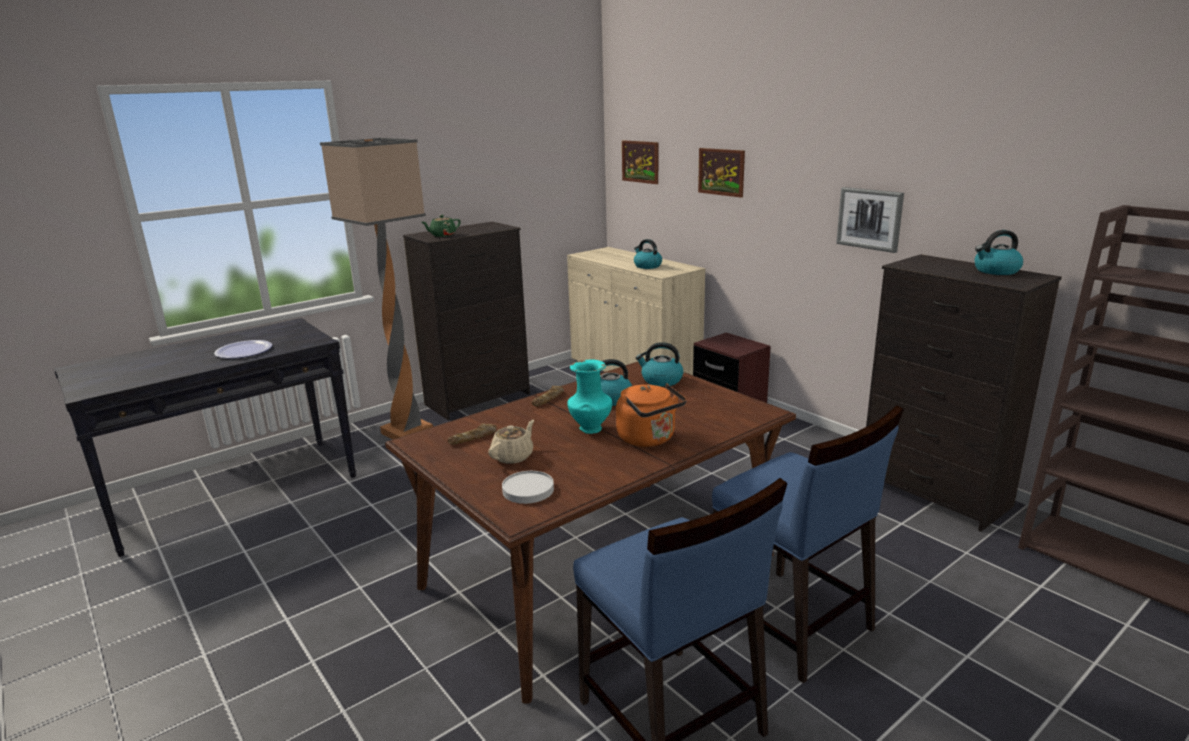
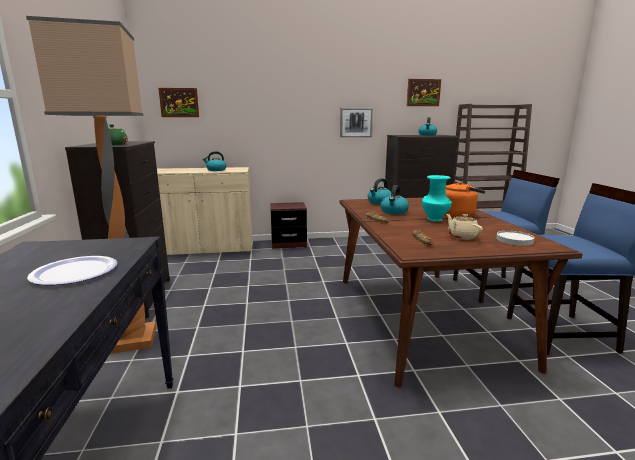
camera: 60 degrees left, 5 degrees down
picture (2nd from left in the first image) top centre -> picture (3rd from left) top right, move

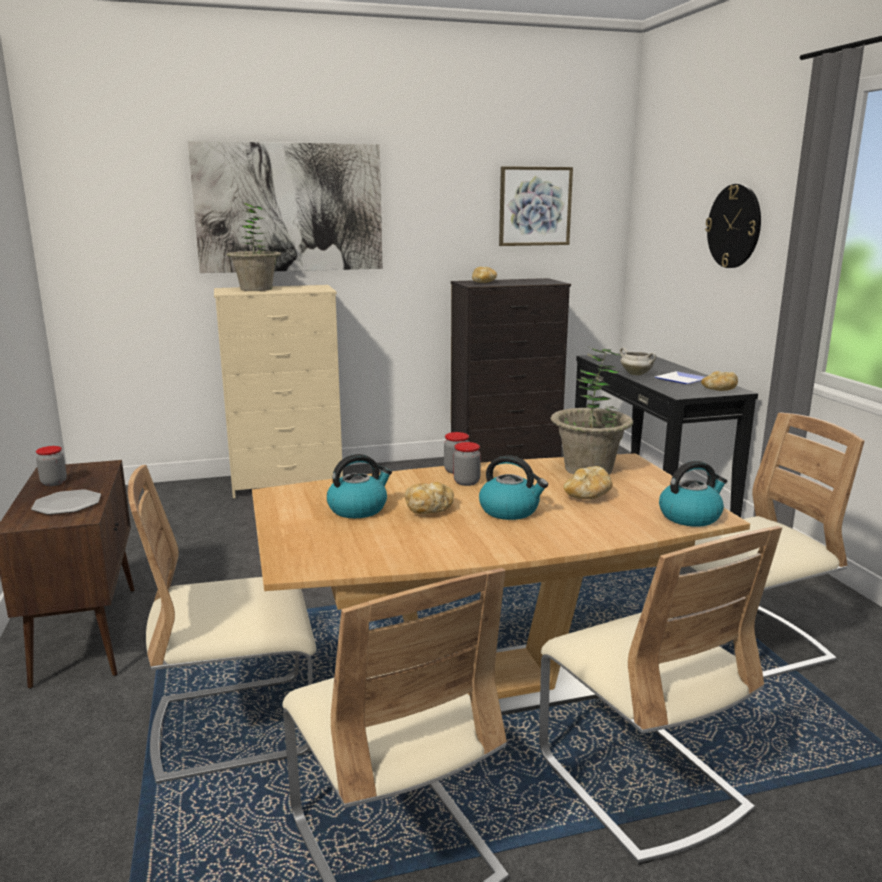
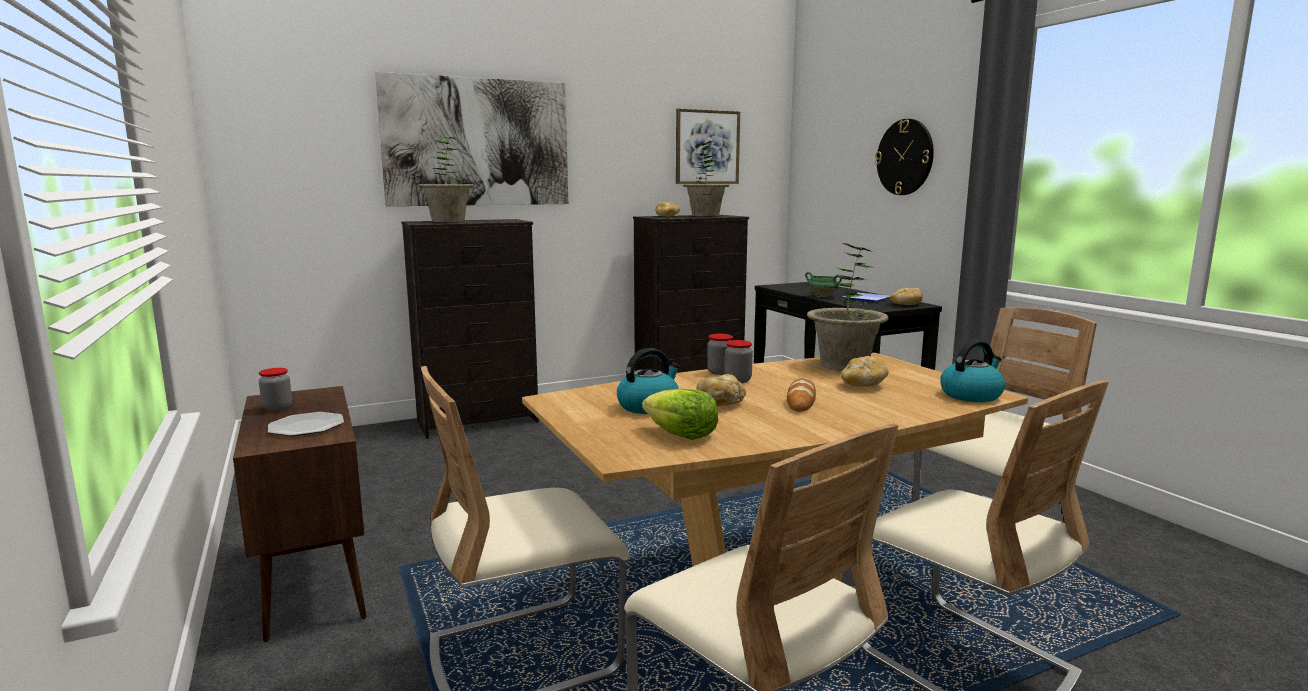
camera: 10 degrees left, 5 degrees down
beige dresser middle left -> black dresser (1st from left) centre
kettle (2nd from left) centre -> bread (3rd from left) centre
white cooking pot middle right -> green cooking pot centre
none -> lettuce centre
none -> potted plant (2nd from left) top centre

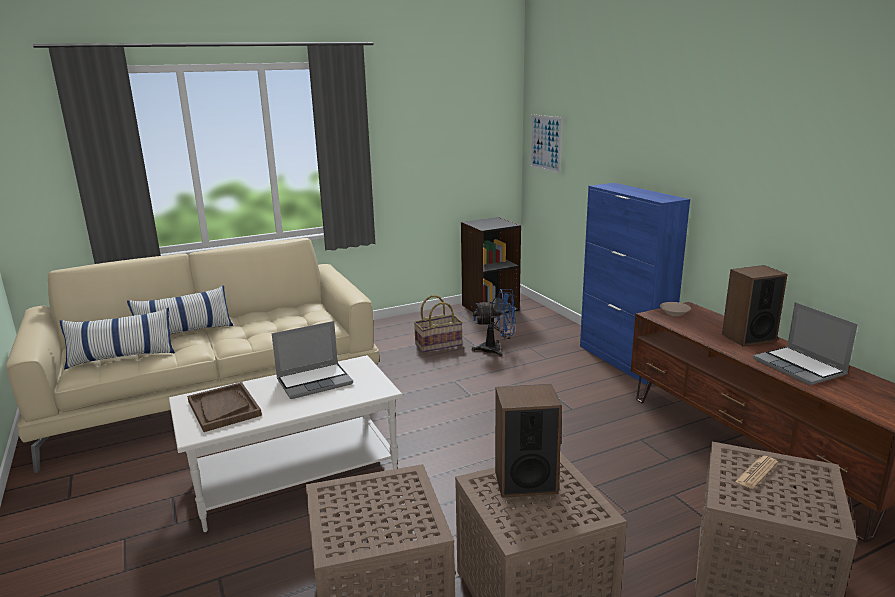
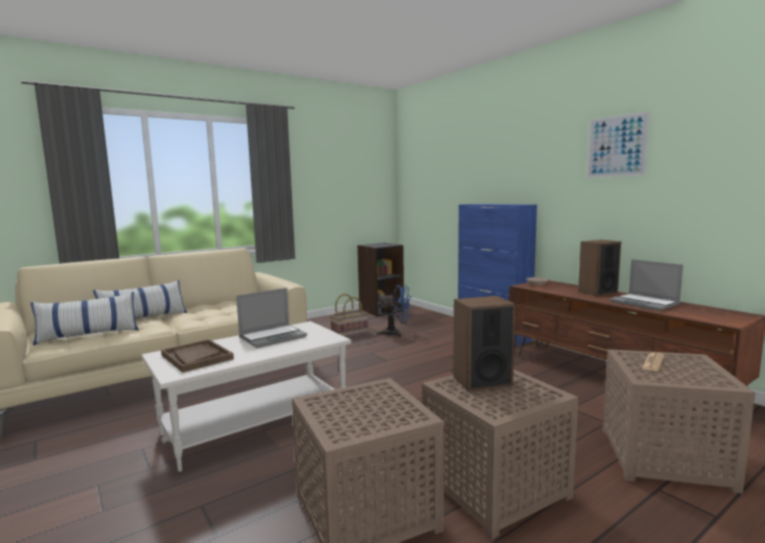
camera: 10 degrees left, 10 degrees down
picture top centre -> picture top right, move

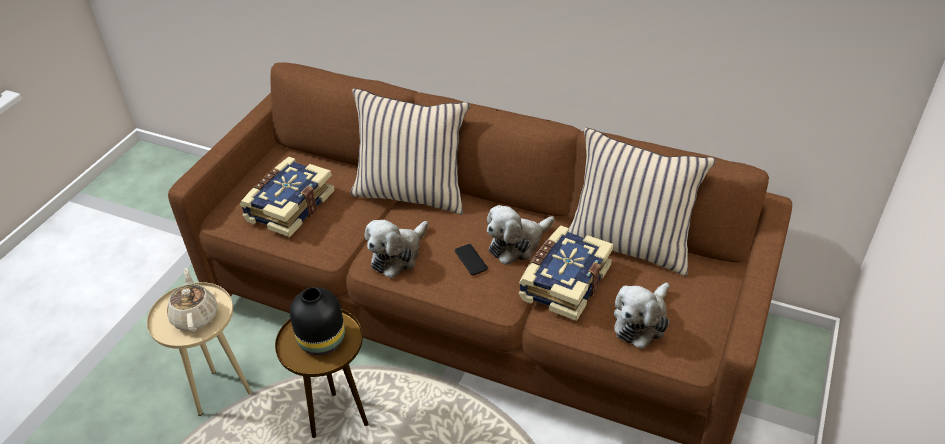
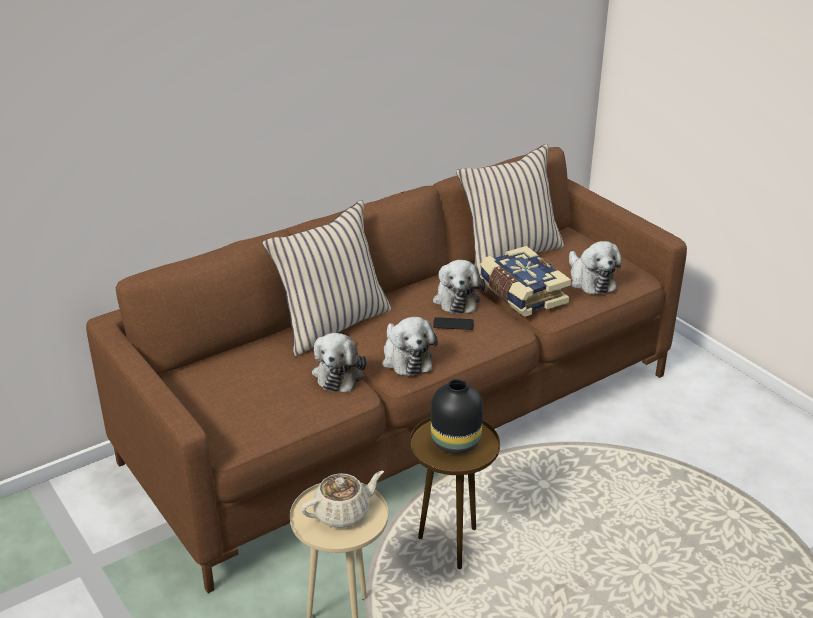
camera: 60 degrees left, 10 degrees down
beige teapot bottom left -> beige teapot bottom centre, 135 degrees clockwise
book (1st from left) middle left -> none
none -> plush toy (1st from left) centre

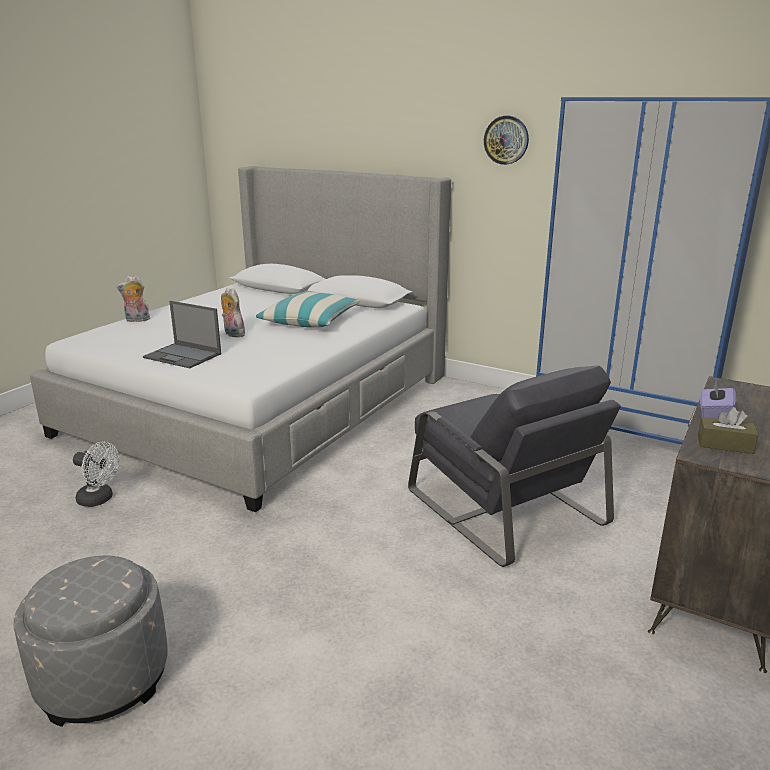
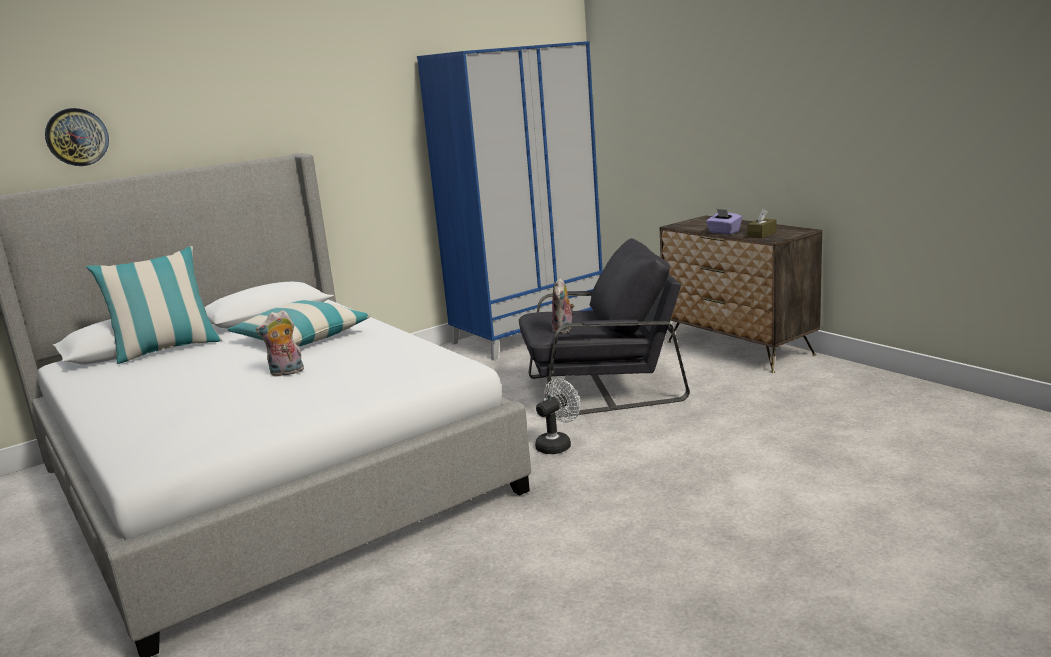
camera: 65 degrees left, 5 degrees down
grey ottoman bottom left -> none
white fan middle left -> white fan centre, move
plush toy (1st from left in the first image) middle left -> plush toy (2nd from left) centre, move
laptop middle left -> none
wall clock top centre -> wall clock top left, move
none -> pillow (1st from left) middle left

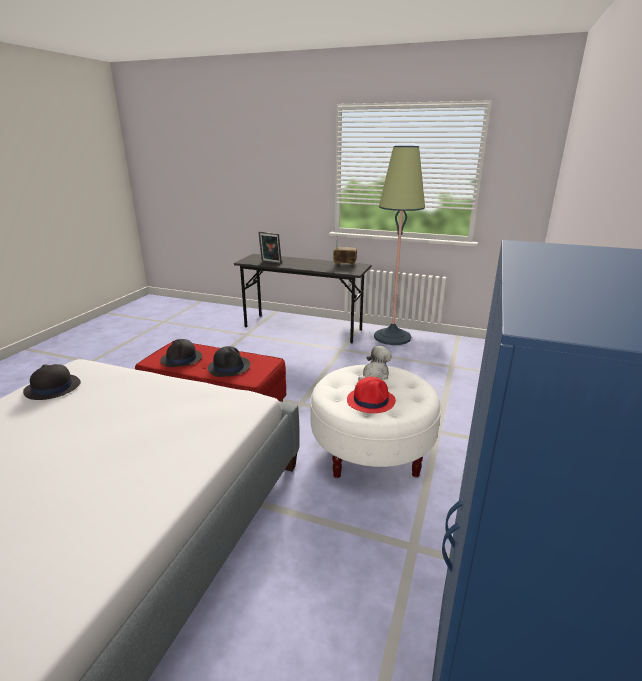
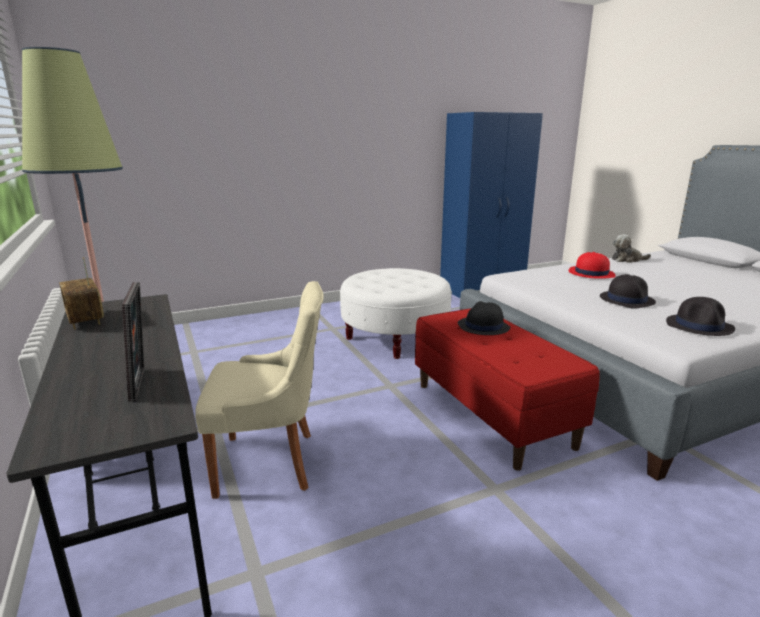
camera: 135 degrees left, 5 degrees down
black hat (2nd from left) middle left -> black hat (2nd from left) middle right, move
red hat centre -> red hat middle right, move
plush toy centre -> plush toy middle right, move
none -> beige chair centre

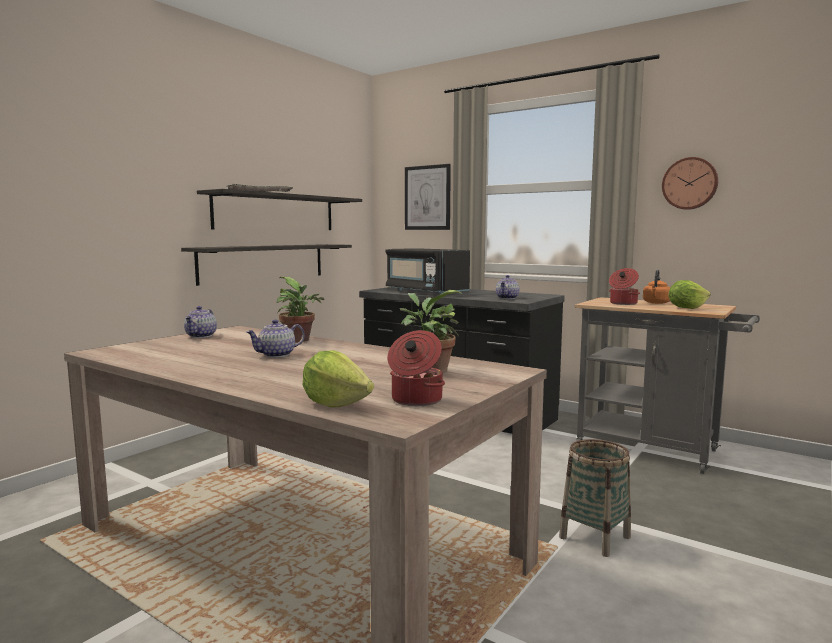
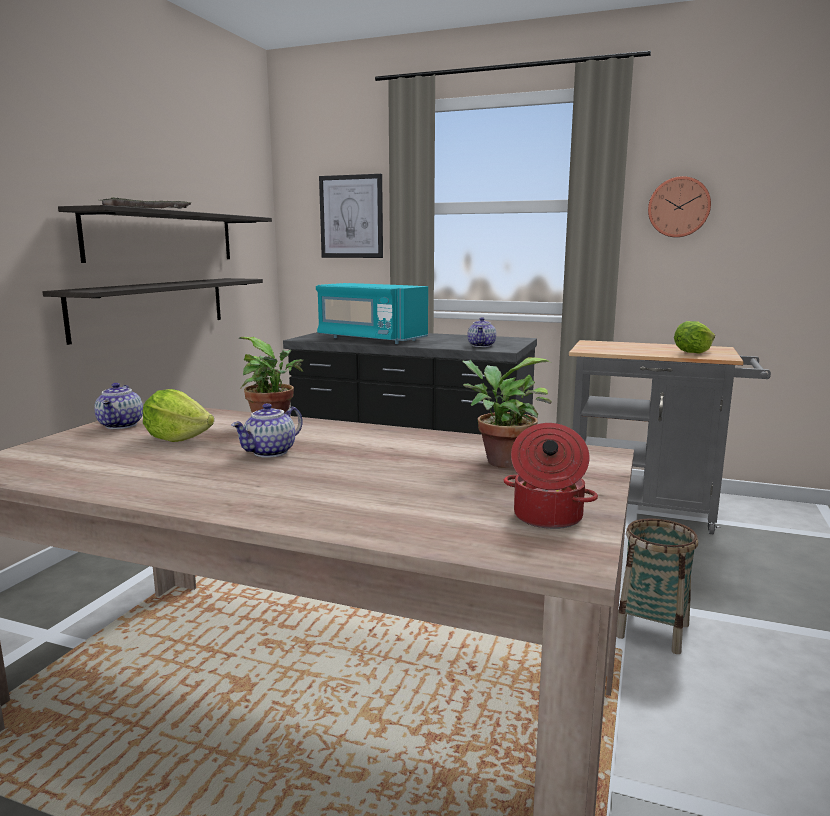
camera: 15 degrees left, 5 degrees up
lettuce (1st from left) centre -> lettuce (1st from left) middle left, move
black microwave centre -> turquoise microwave centre
cooking pot (2nd from left) middle right -> none
orange kettle middle right -> none

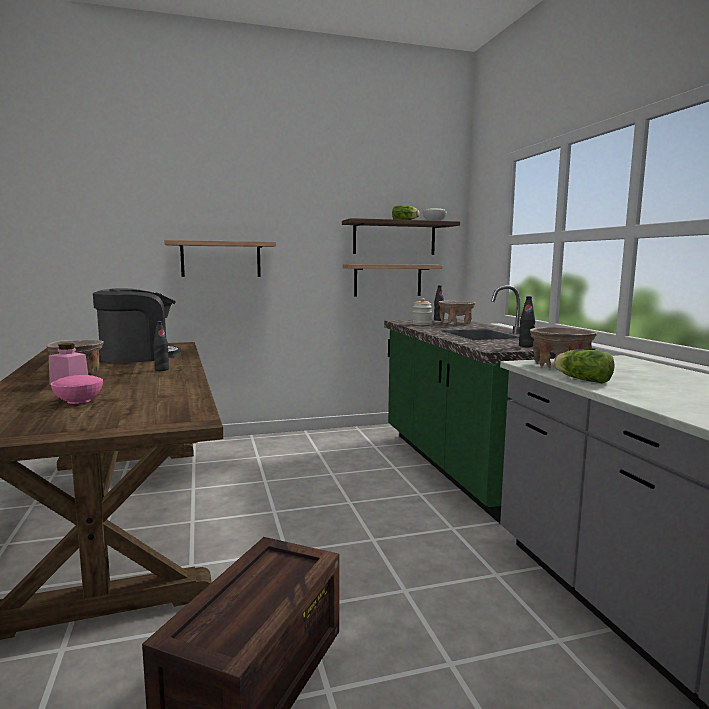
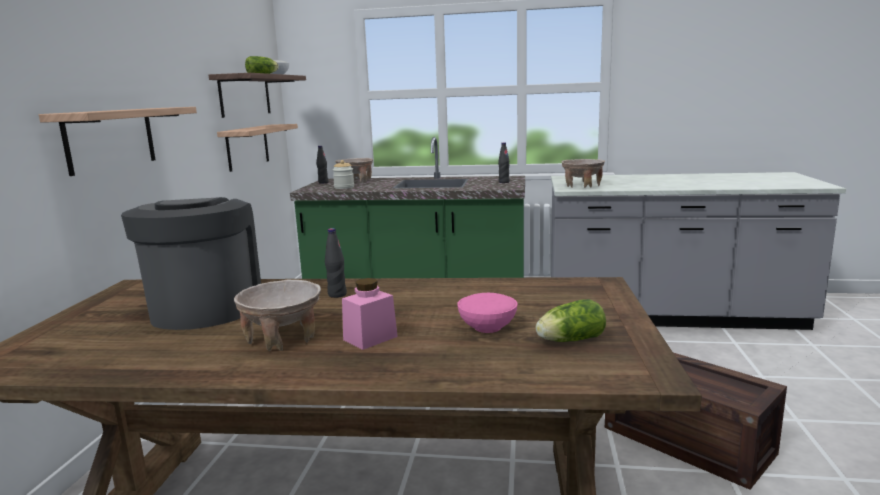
camera: 65 degrees left, 5 degrees up
lettuce (2nd from left) middle right -> lettuce (2nd from left) centre, move

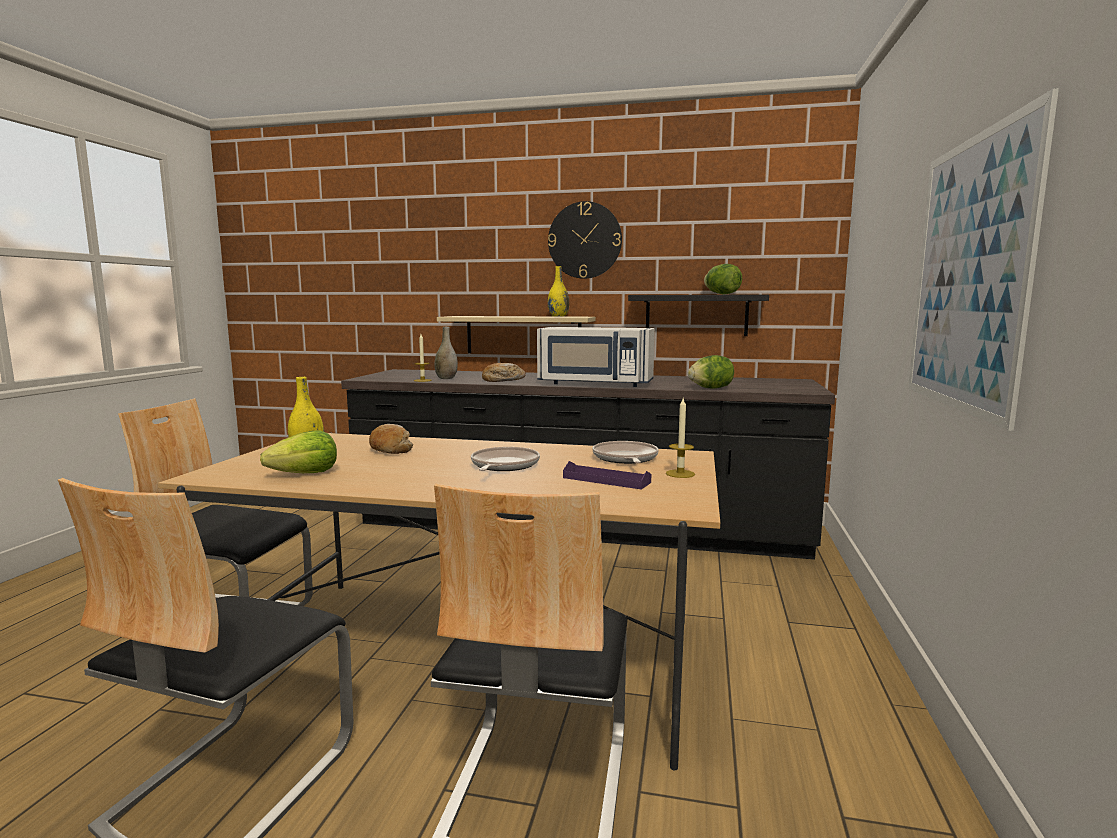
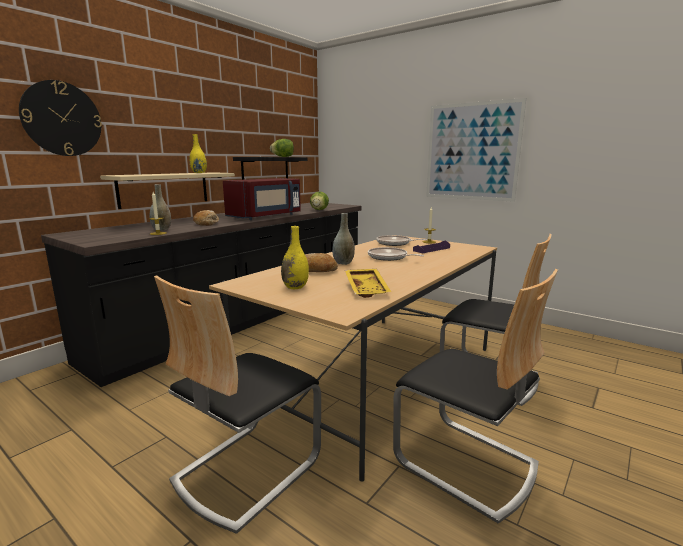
camera: 65 degrees left, 5 degrees up
lettuce (1st from left) middle left -> yellow tray centre
white microwave centre -> red microwave centre
wall clock top centre -> wall clock top left, move
none -> grey vase (2nd from left) centre

